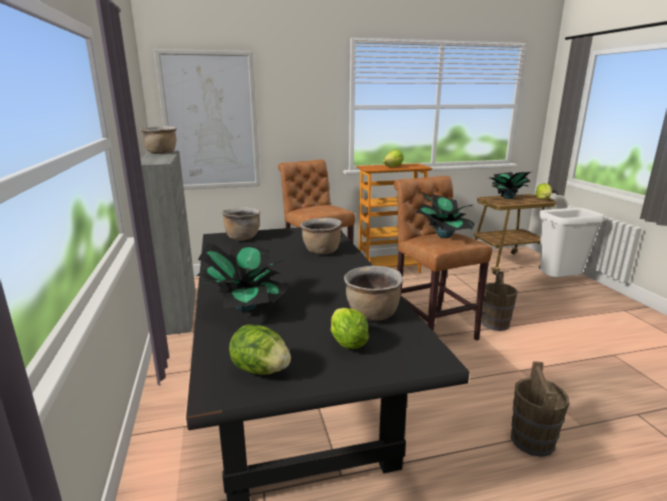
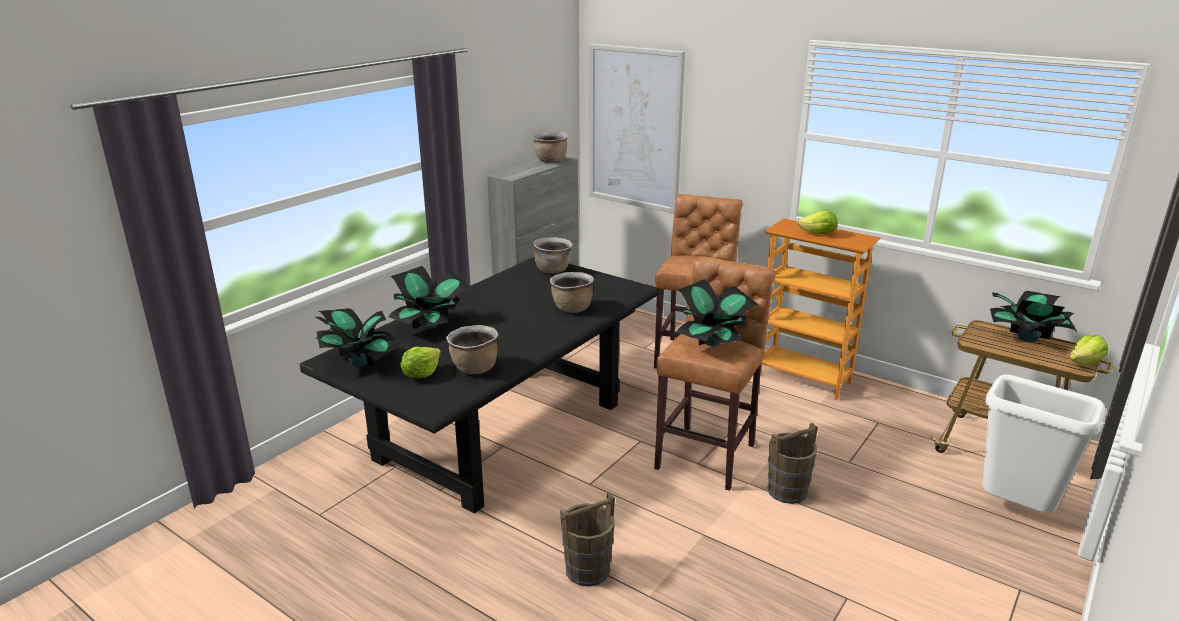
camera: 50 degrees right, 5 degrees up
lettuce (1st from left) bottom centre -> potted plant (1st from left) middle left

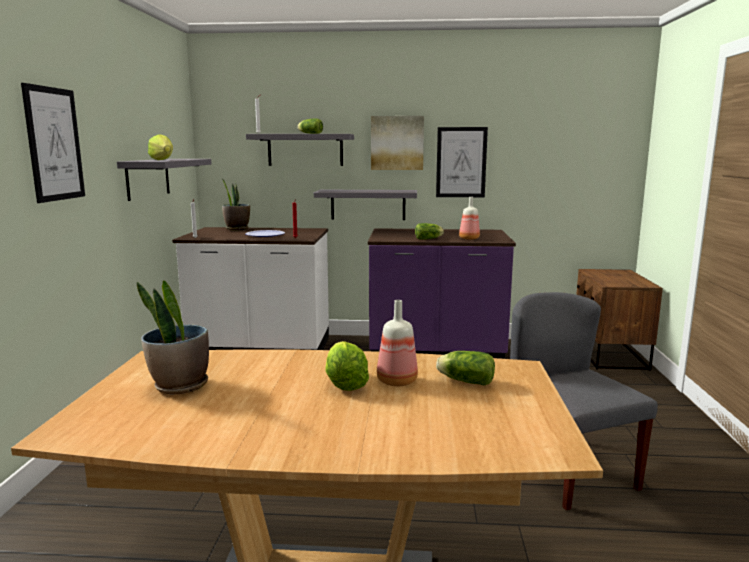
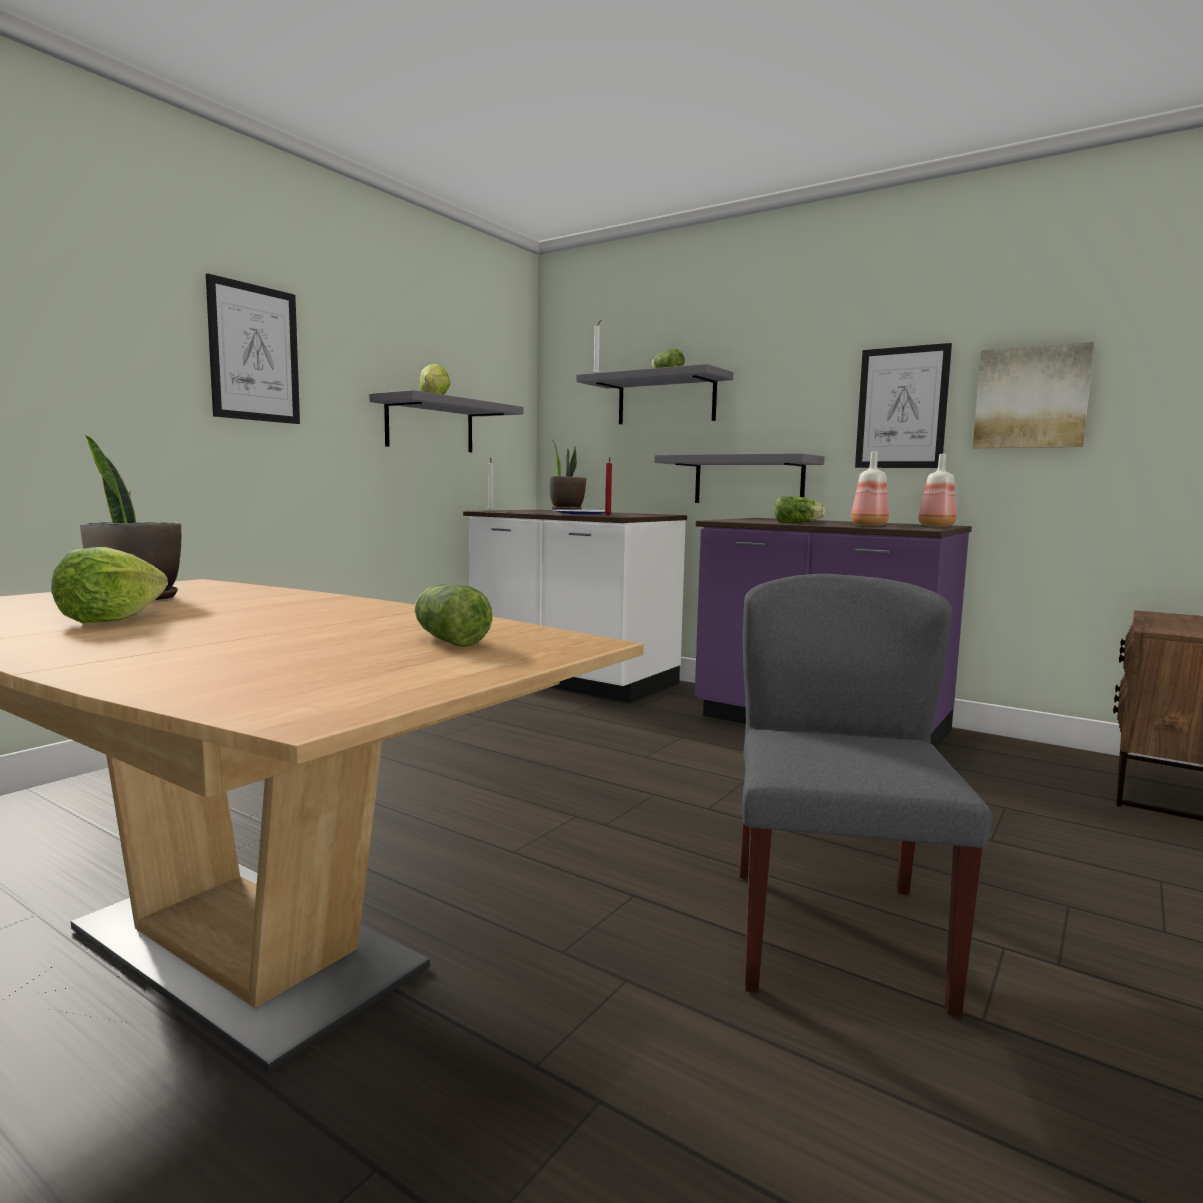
camera: 30 degrees right, 5 degrees down
lettuce (3rd from left in the first image) centre -> lettuce (1st from left) middle left, move
picture (2nd from left in the first image) top centre -> picture (3rd from left) top right, move
bottle (1st from left in the first image) centre -> bottle (2nd from left) middle right, move

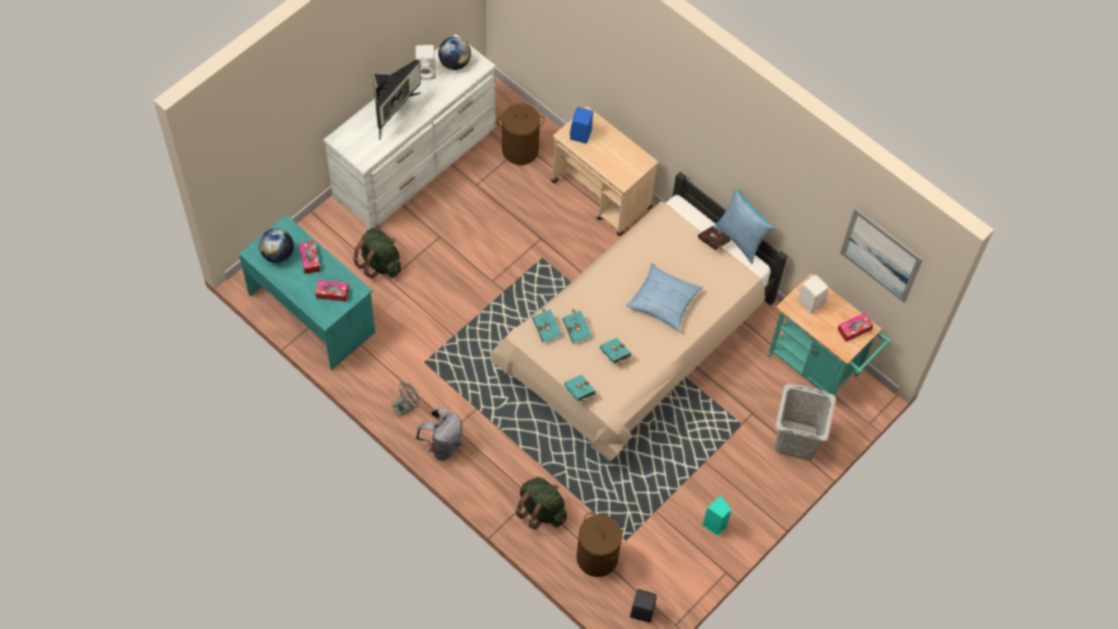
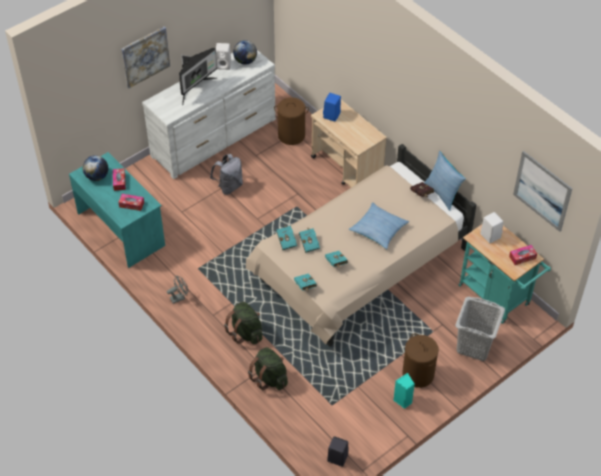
camera: 10 degrees right, 10 degrees down
green backpack (1st from left) centre -> green backpack (1st from left) bottom centre, move
grey backpack bottom centre -> grey backpack centre, move
brown laundry basket (2nd from left) bottom centre -> brown laundry basket (2nd from left) bottom right, move
none -> picture (1st from left) top left

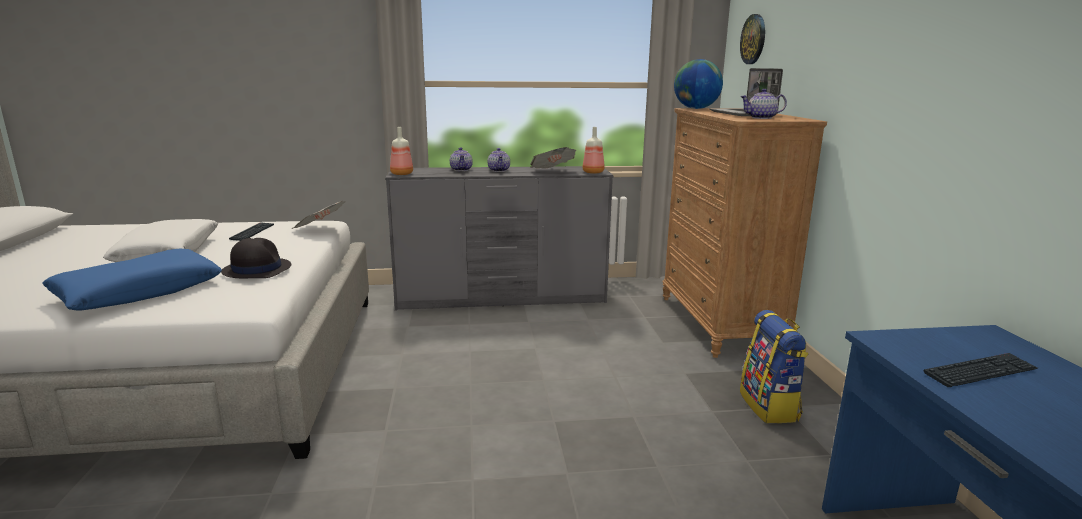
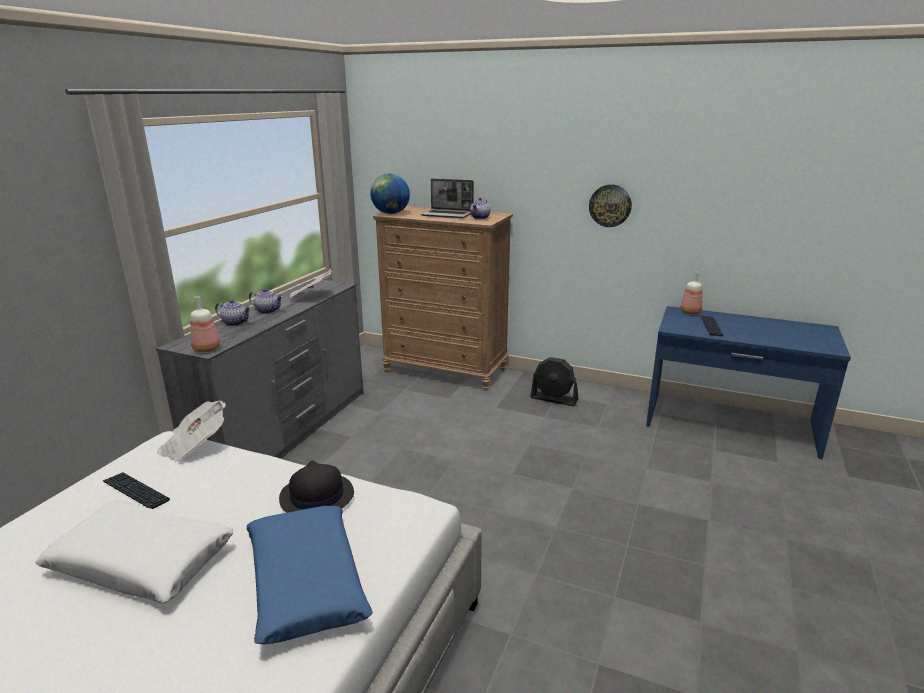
camera: 60 degrees left, 5 degrees up
bottle (2nd from left) top centre -> bottle (2nd from left) middle right, move
wall clock top right -> wall clock top centre, move
backpack bottom right -> black fan centre

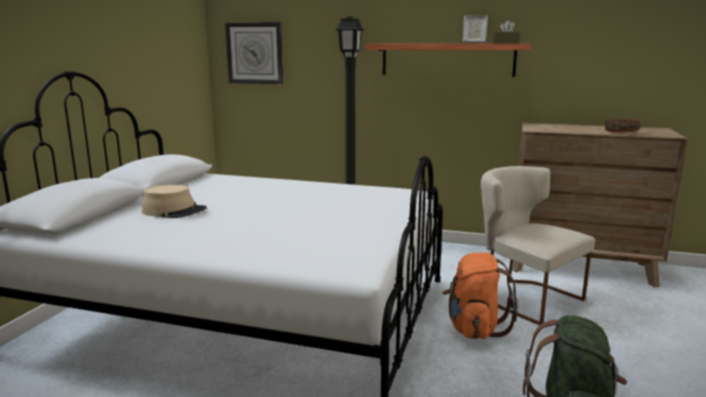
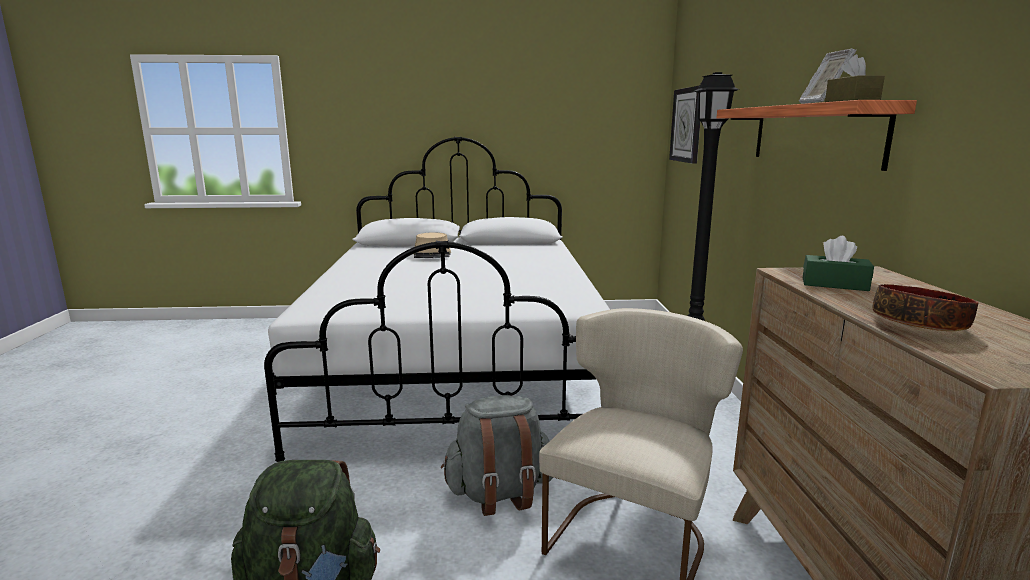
camera: 70 degrees right, 0 degrees up
orange backpack bottom right -> grey backpack bottom centre
none -> green tissue box middle right

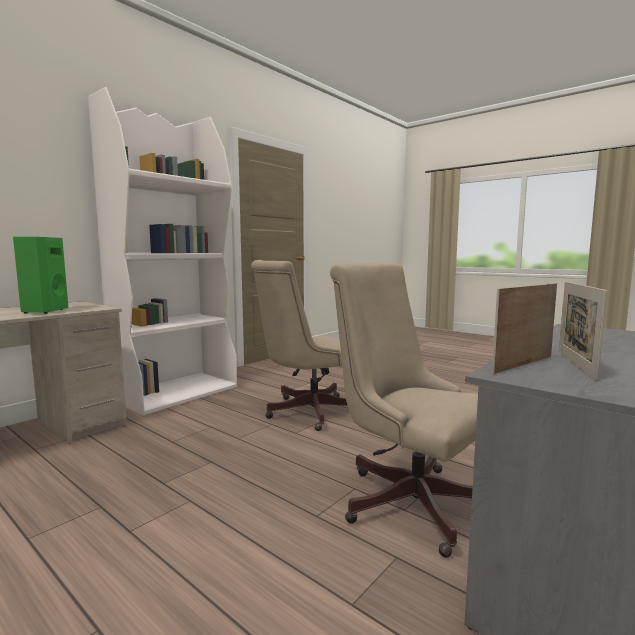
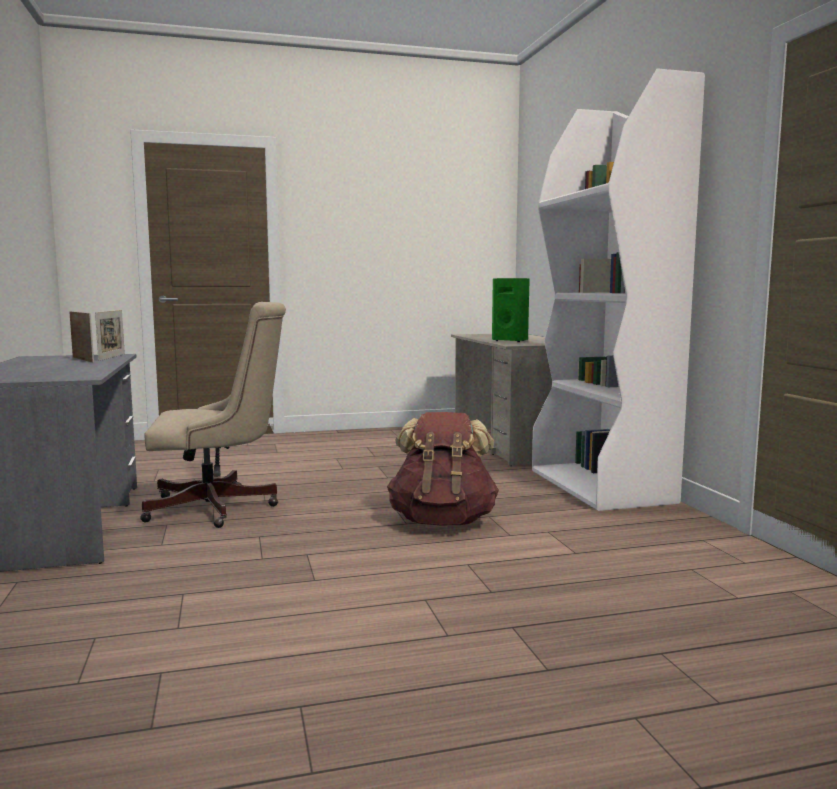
camera: 125 degrees right, 0 degrees up
beige office chair (1st from left) centre -> brown backpack centre

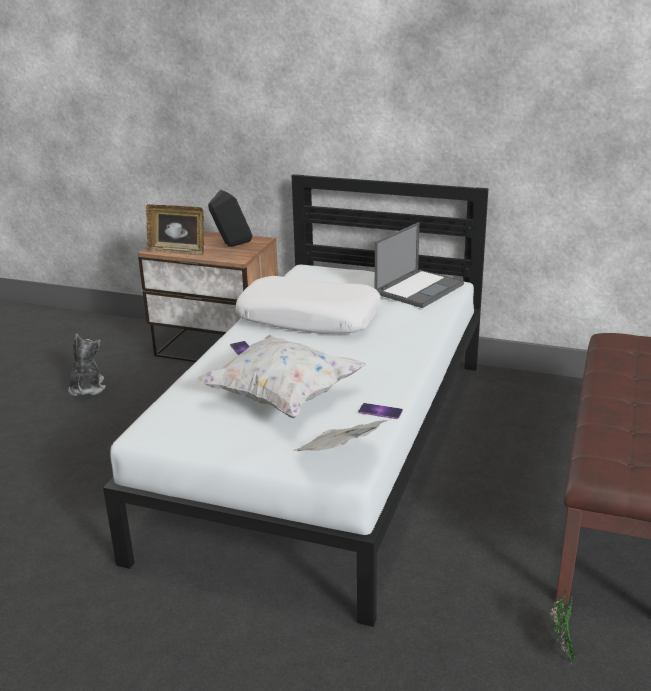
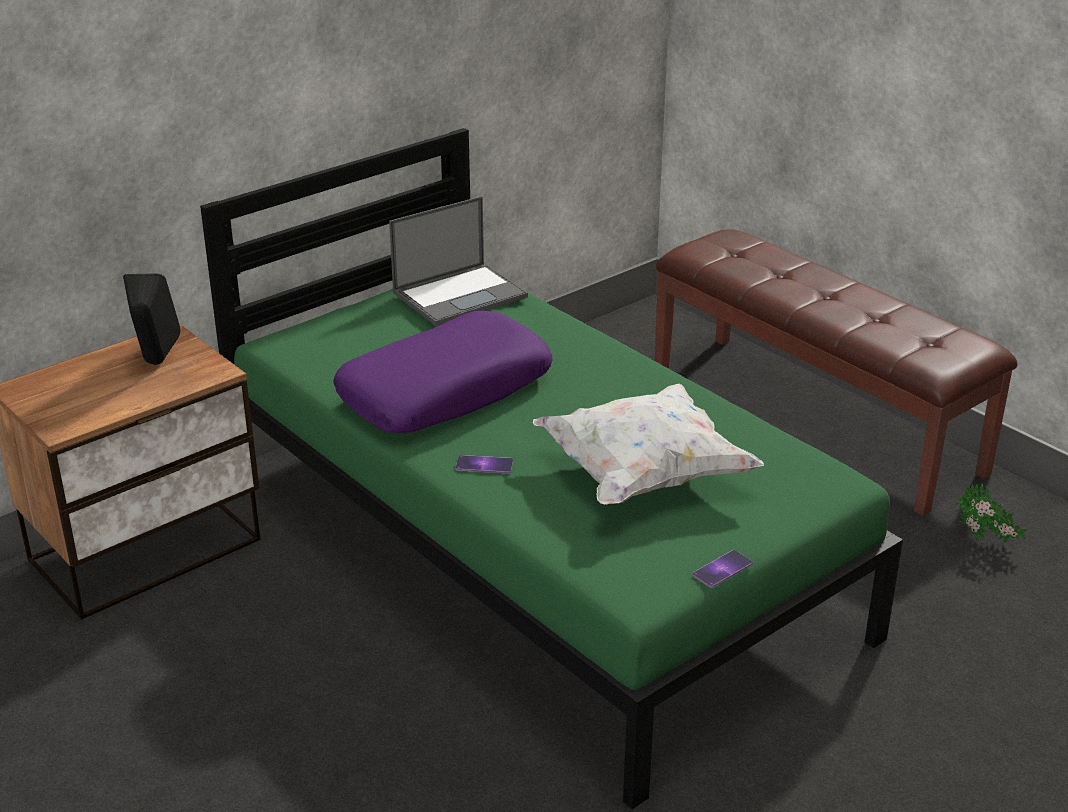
camera: 60 degrees left, 5 degrees up
plush toy middle left -> none
white bed centre -> green bed centre
picture frame top left -> none
white pillow (2nd from left) centre -> purple pillow centre
newspaper centre -> none
phone (2nd from left) centre -> phone (2nd from left) bottom right, move
laptop centre -> laptop top centre, 75 degrees clockwise

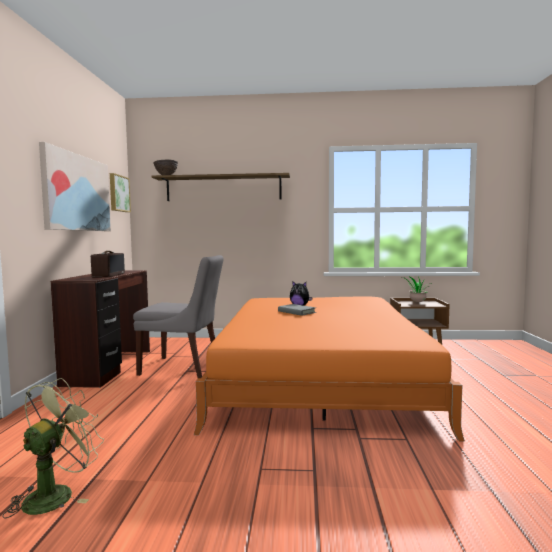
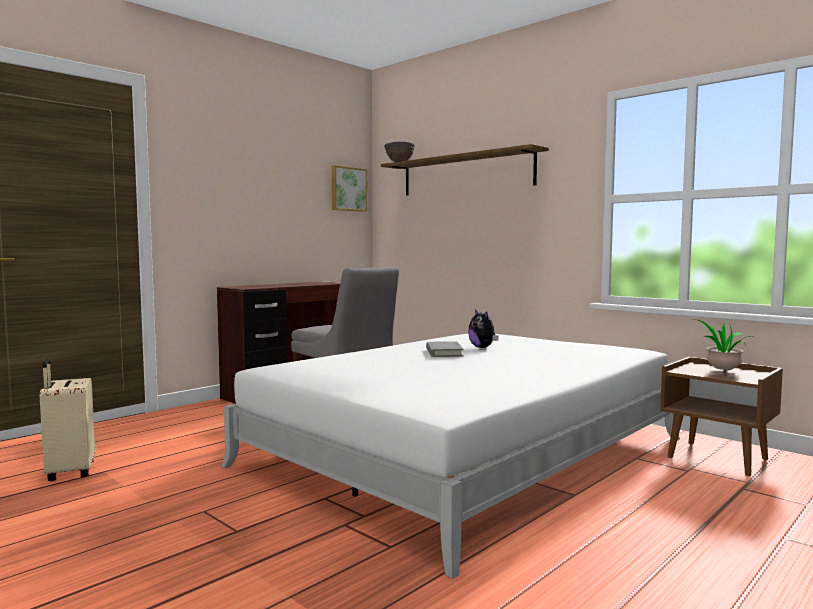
camera: 40 degrees right, 0 degrees up
green fan bottom left -> beige suitcase bottom left
picture (1st from left) middle left -> none
radio middle left -> none
orange bed bottom centre -> white bed bottom centre

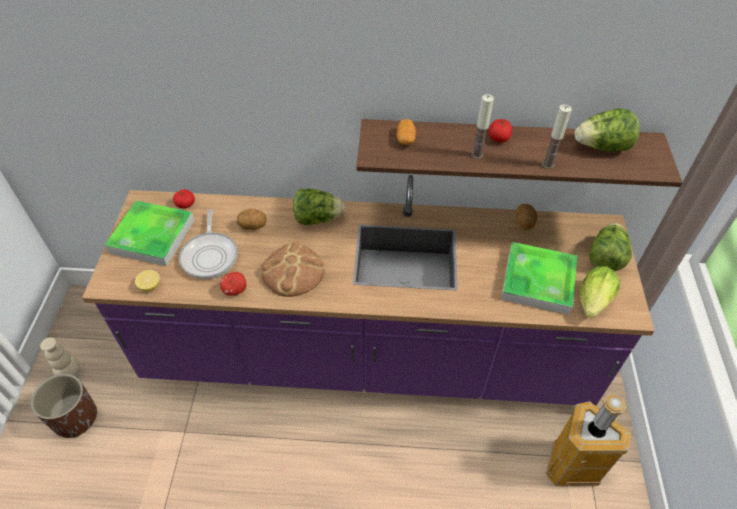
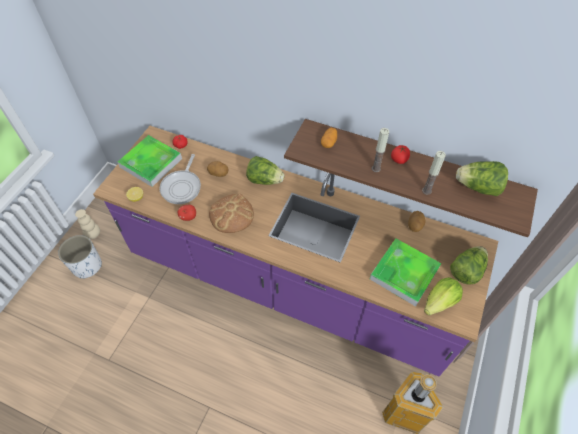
camera: 20 degrees right, 5 degrees up
brown planter bottom left -> white planter middle left

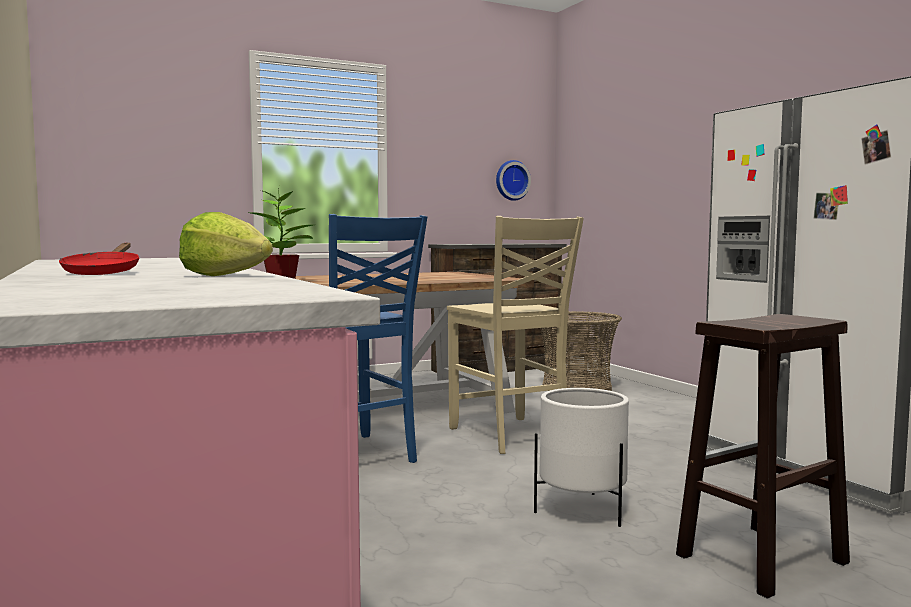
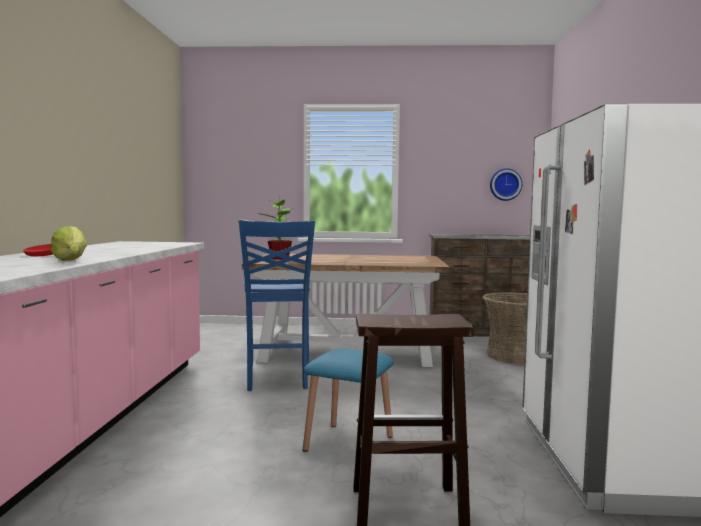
camera: 30 degrees right, 0 degrees up
beige chair centre -> none
white planter bottom centre -> blue stool bottom centre

